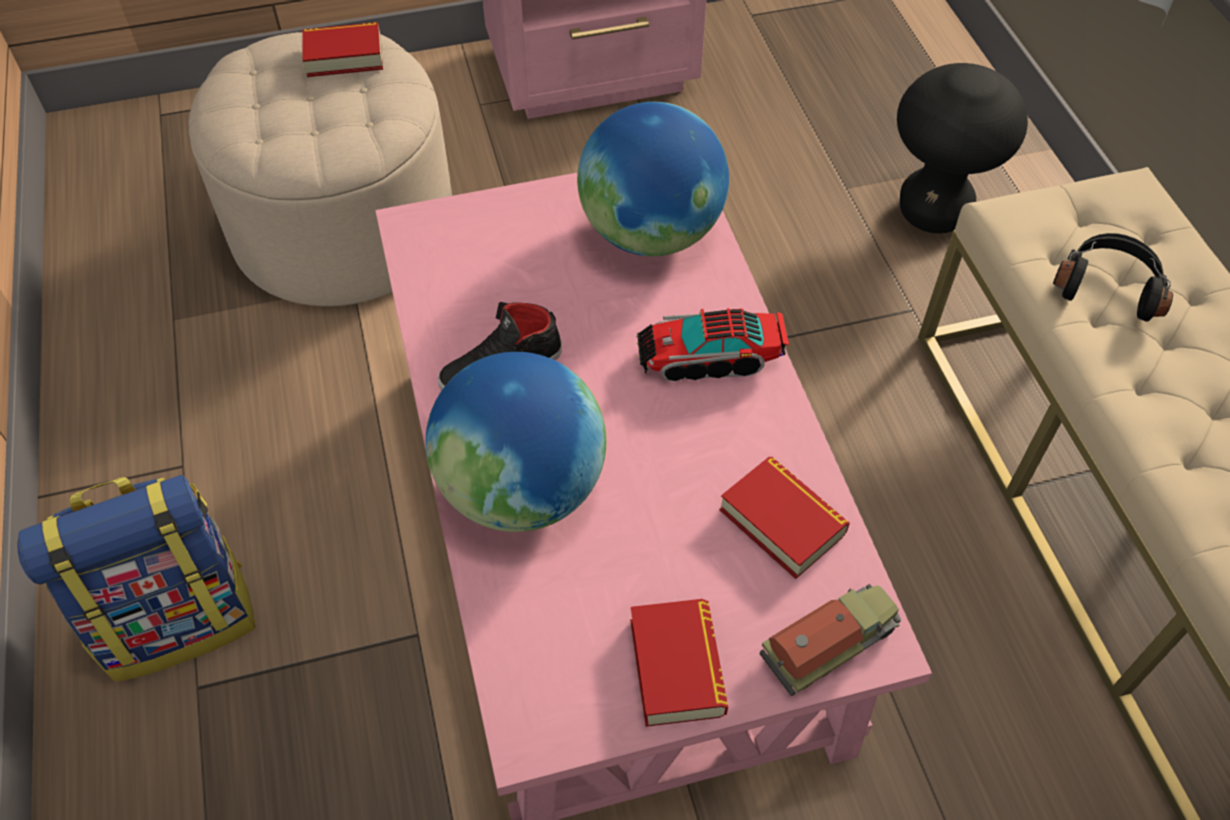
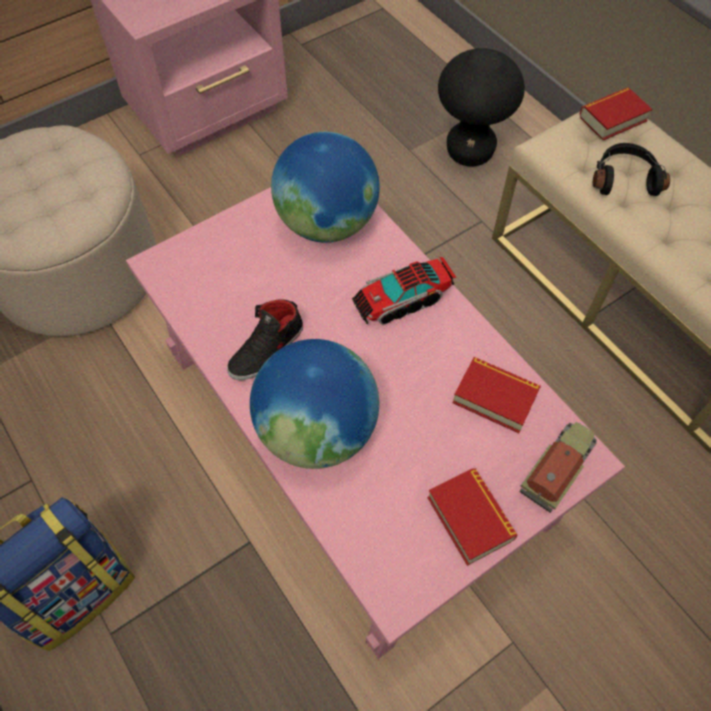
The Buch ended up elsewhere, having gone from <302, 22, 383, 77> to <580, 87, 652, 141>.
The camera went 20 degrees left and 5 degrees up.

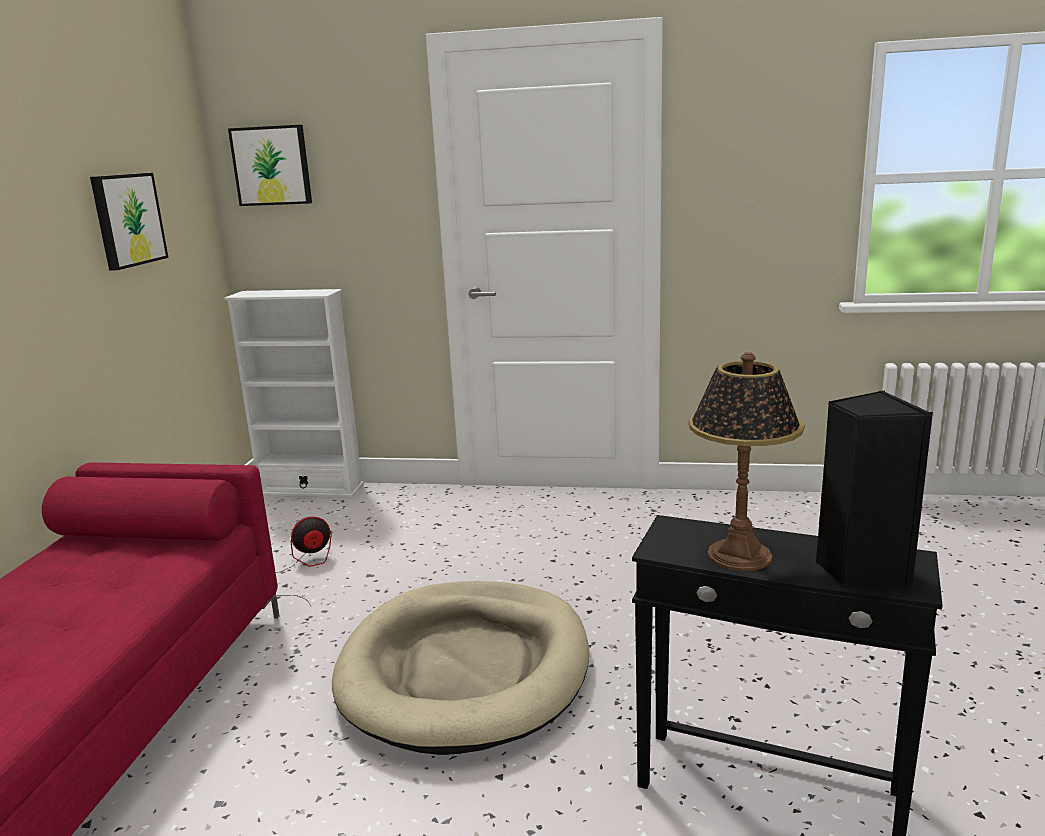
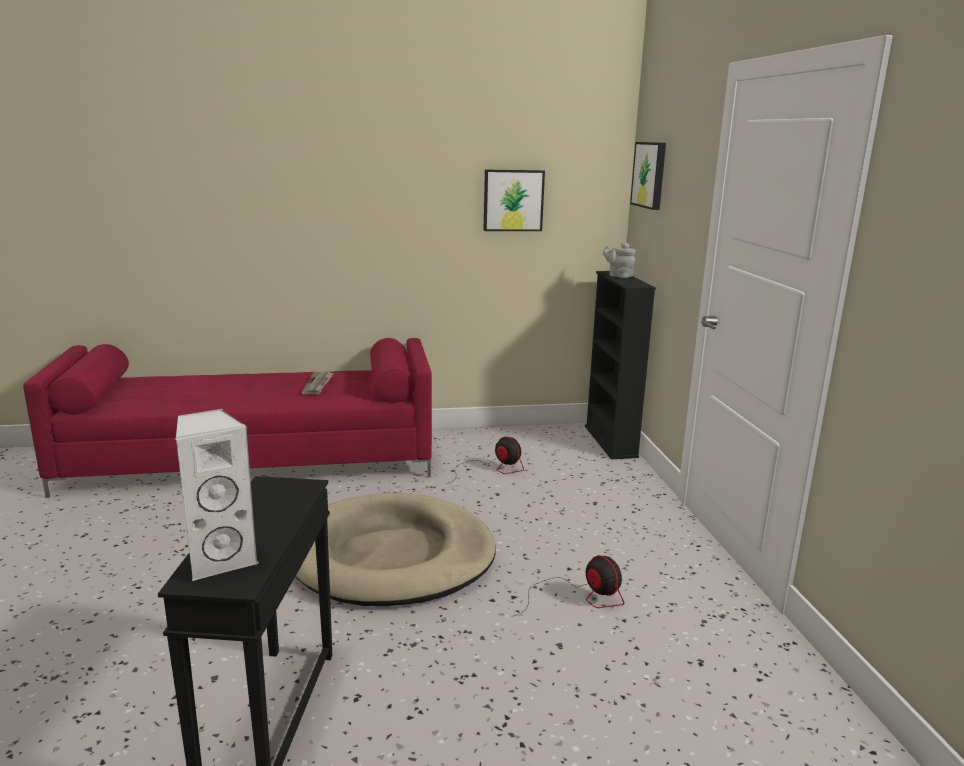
What was the Lautsprecher [schwarz] at <815, 391, 933, 588> turned into the Lautsprecher [weiß] at <176, 409, 258, 581>.
The second view gained the Zeitung at <301, 371, 334, 395>.
The second view gained the Ventilator at <512, 555, 624, 617>.
What was the Bücherregal [weiß] at <224, 289, 364, 498> turned into the Bücherregal [schwarz] at <585, 271, 656, 459>.
The second view gained the Teekanne [grau] at <603, 243, 636, 278>.
The second view lost the Tischlampe at <689, 352, 804, 571>.
The camera went 70 degrees right and 0 degrees up.

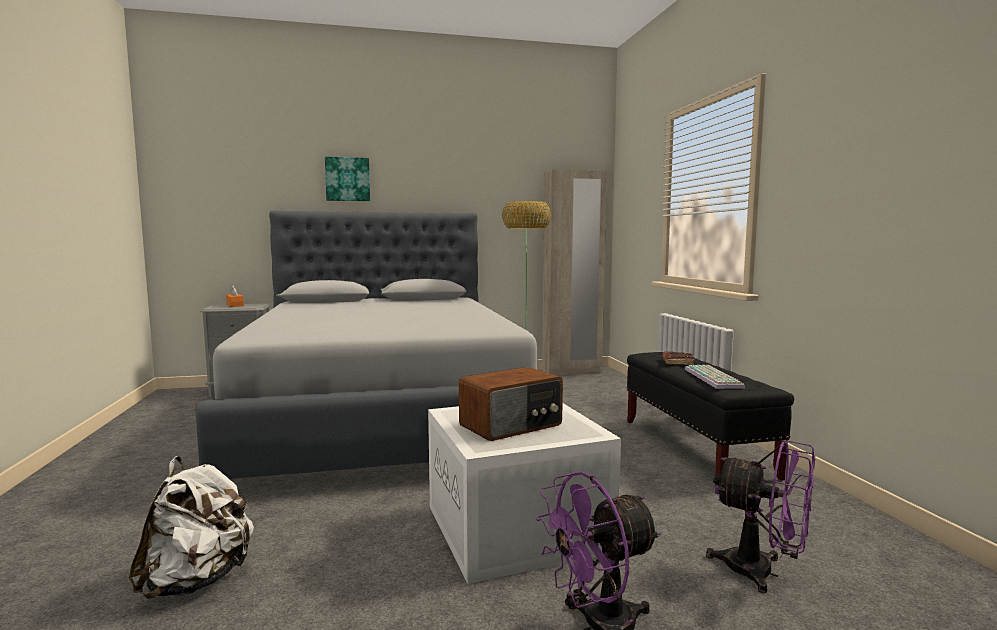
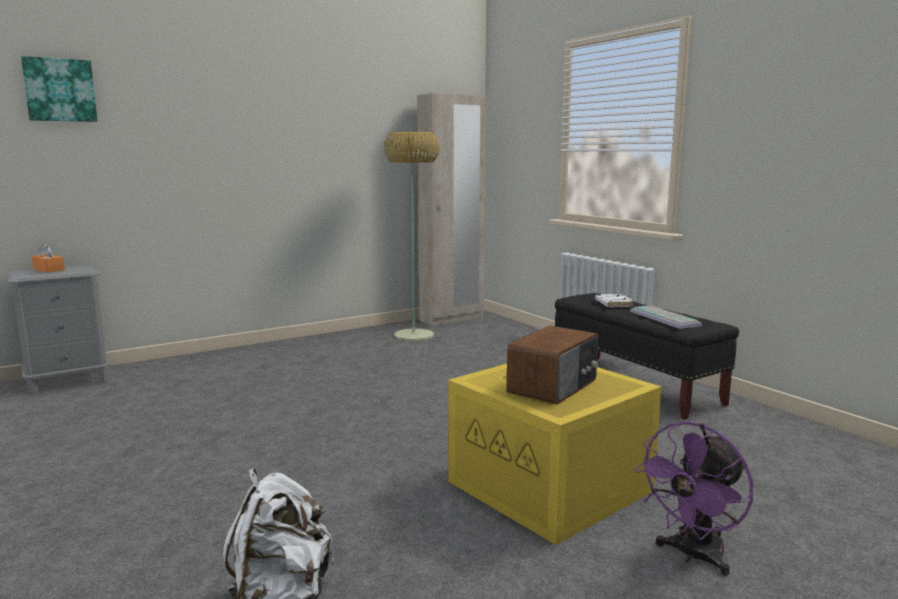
The Bild ended up elsewhere, having gone from <325, 156, 370, 201> to <21, 56, 97, 122>.
What was the Aufbewahrungsbox [weiß] at <428, 403, 621, 584> turned into the Aufbewahrungsbox [gelb] at <448, 364, 661, 545>.
What was the Buch [braun] at <662, 352, 695, 365> turned into the Buch [weiß] at <595, 294, 634, 307>.
The second view lost the Bett [grau] at <195, 211, 537, 479>.
The second view lost the Ventilator [lila] at <706, 440, 815, 594>.
The camera went 20 degrees left and 5 degrees up.

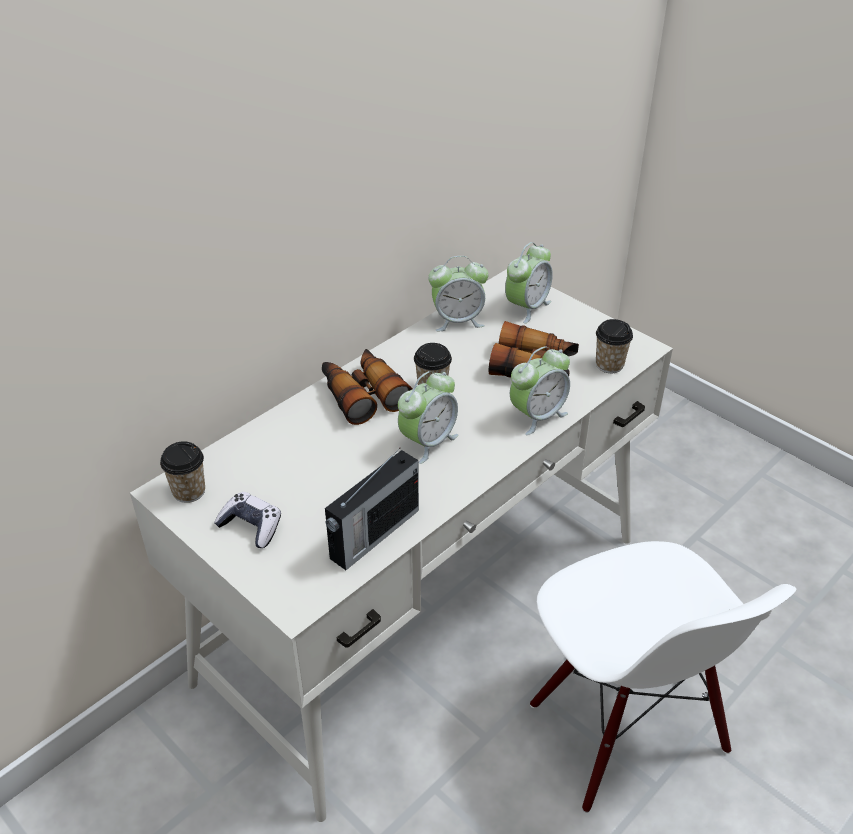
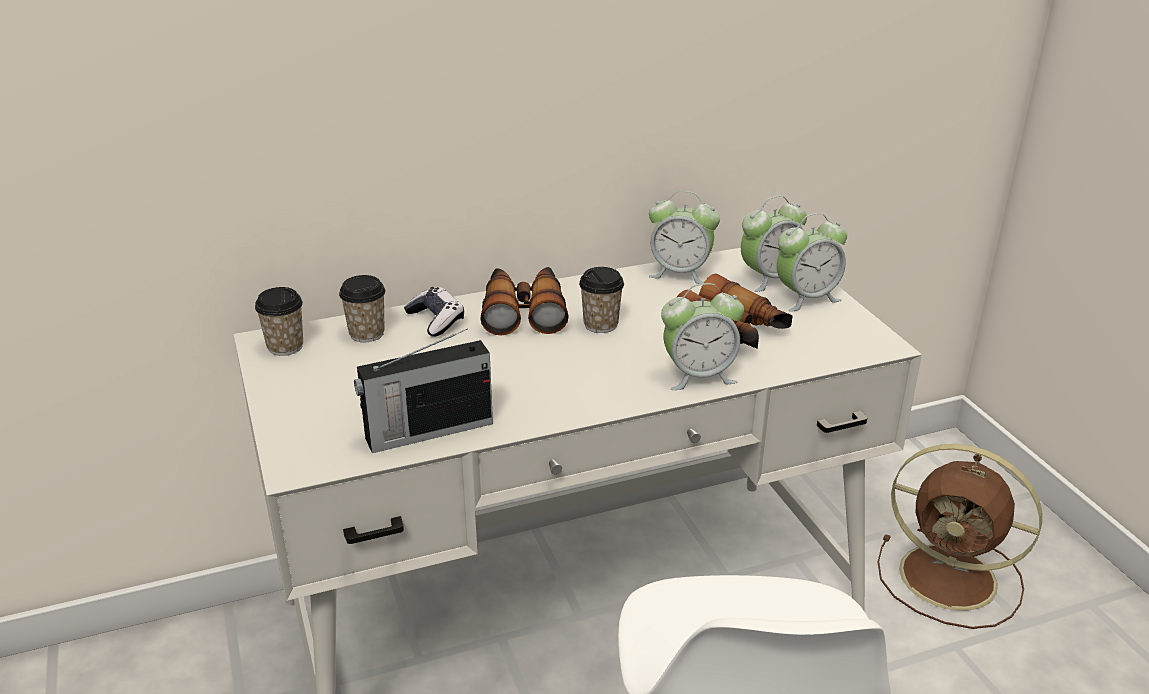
The Tasse ended up elsewhere, having gone from <596, 319, 633, 373> to <339, 275, 385, 342>.
The Gamepad ended up elsewhere, having gone from <214, 492, 281, 548> to <404, 287, 464, 337>.
The Wecker ended up elsewhere, having gone from <398, 371, 459, 464> to <776, 213, 847, 312>.
The second view gained the Ventilator [braun] at <878, 444, 1042, 629>.
The camera went 25 degrees right and 10 degrees down.

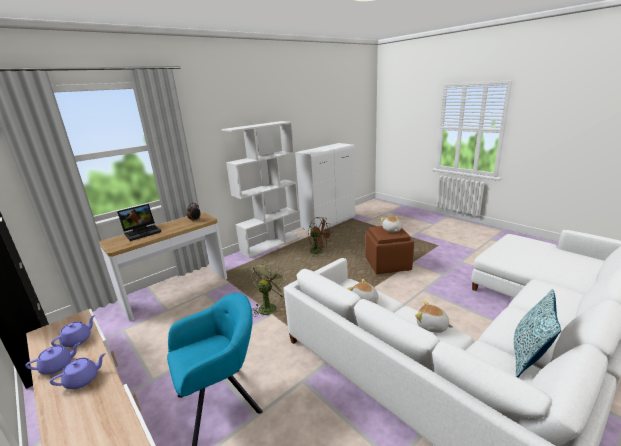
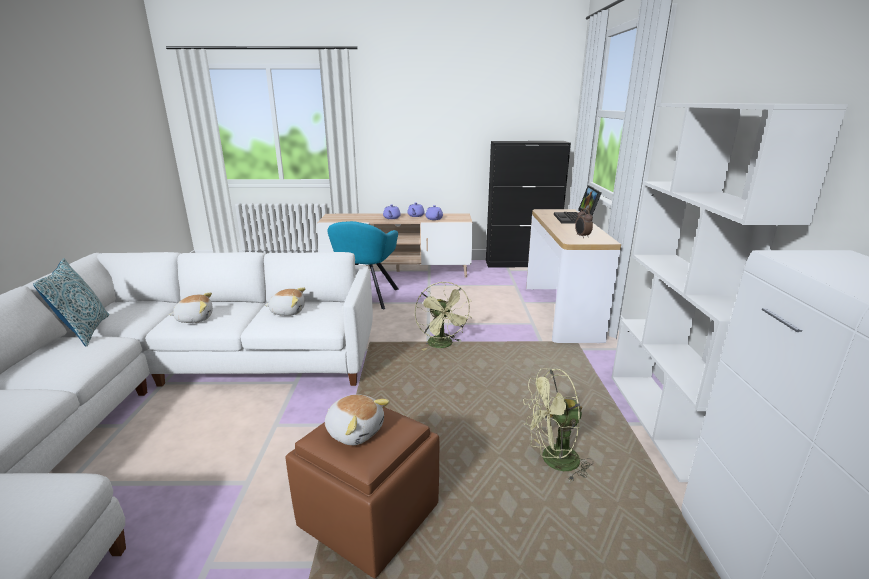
What was the Ventilator [braun] at <308, 217, 332, 257> turned into the Ventilator [grün] at <523, 368, 593, 480>.
The camera went 130 degrees right and 0 degrees up.

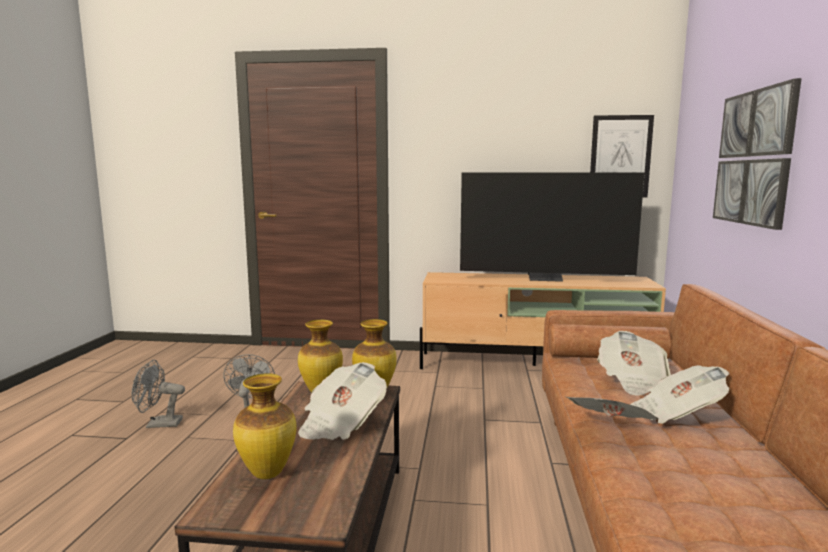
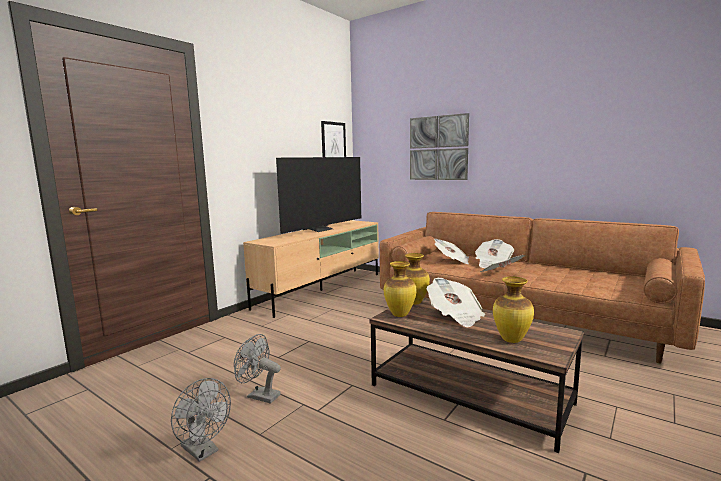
The Ventilator [grau] at <132, 360, 185, 428> ended up facing another way, 75 degrees counterclockwise from before.
The camera went 60 degrees left and 0 degrees up.

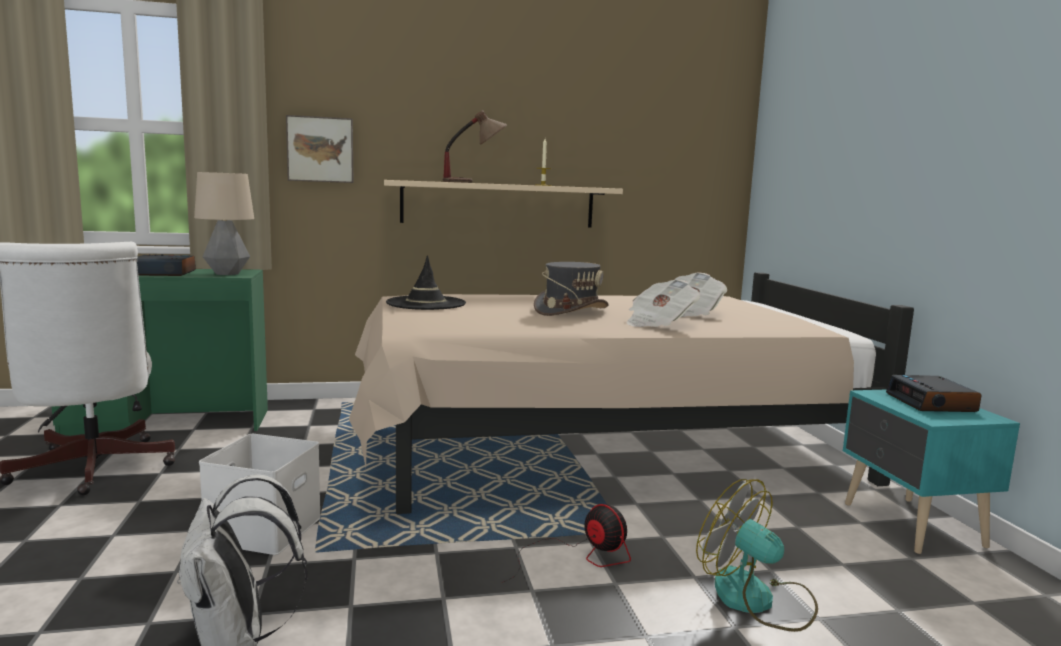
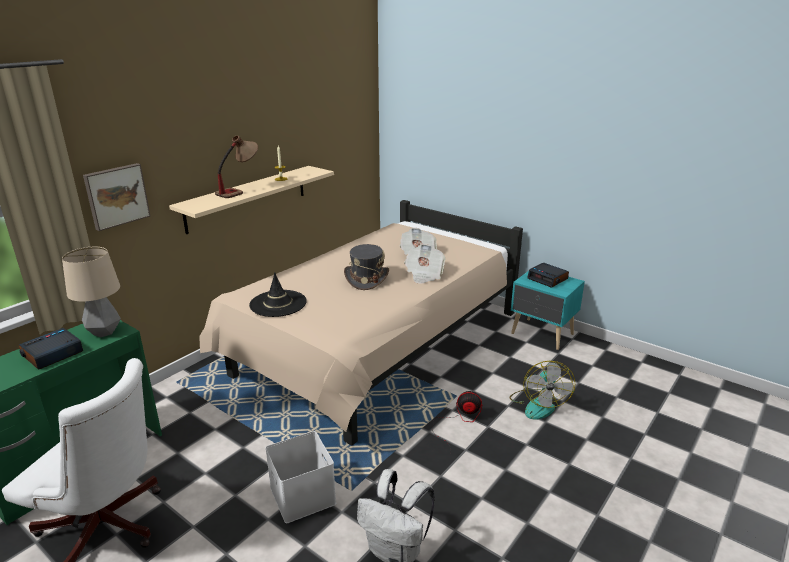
The Ventilator at <696, 479, 818, 632> ended up facing another way, 90 degrees counterclockwise from before.
The camera went 40 degrees left and 15 degrees up.

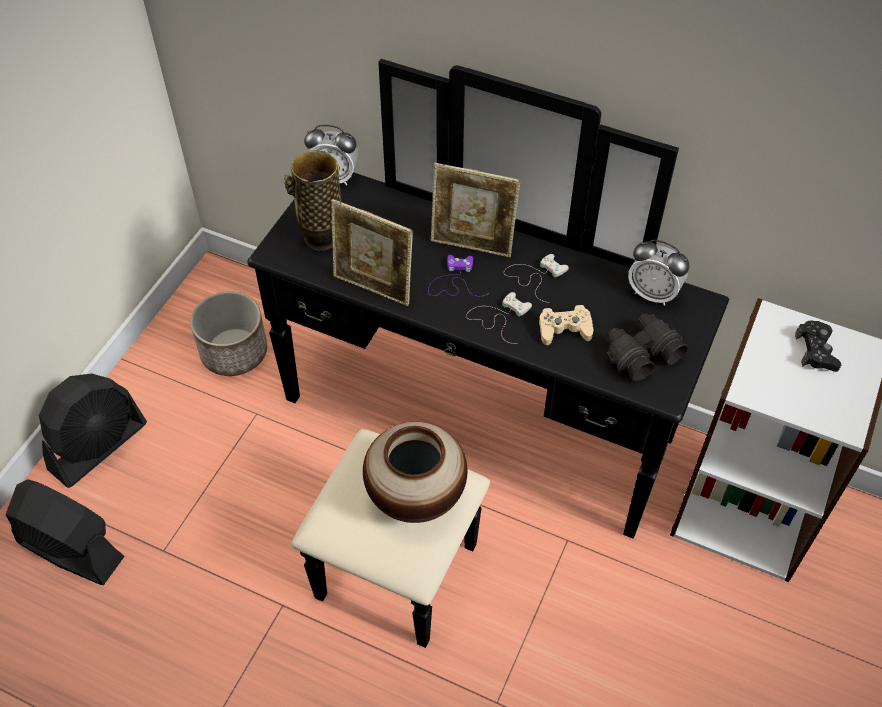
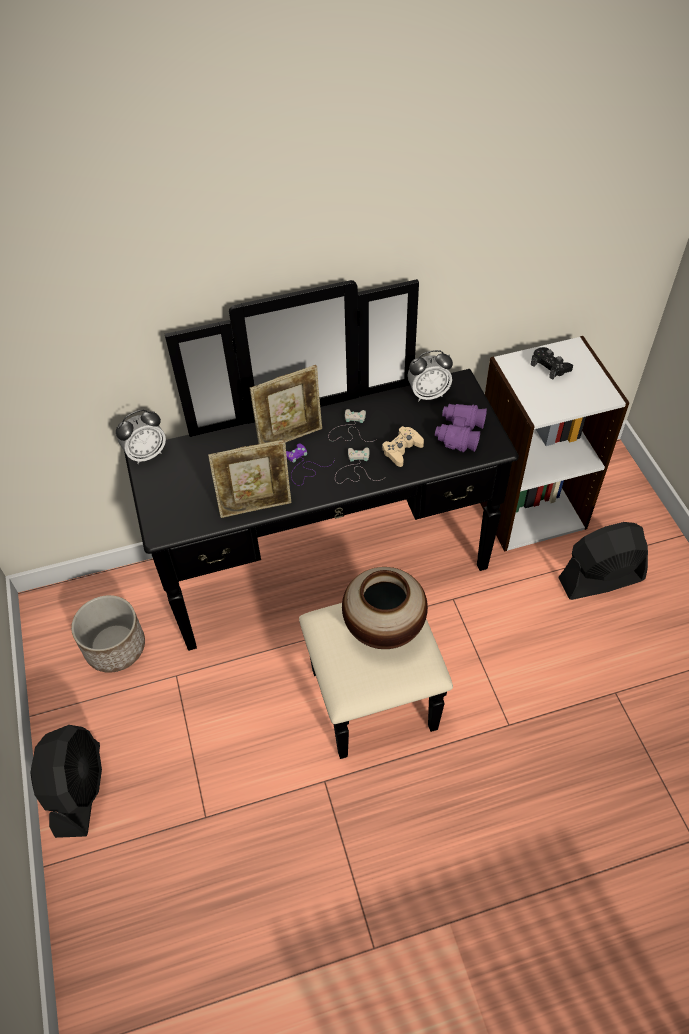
What was the Fernglas [schwarz] at <606, 314, 688, 381> turned into the Fernglas [lila] at <435, 404, 487, 452>.
The Ventilator [schwarz] ended up elsewhere, having gone from <6, 479, 125, 585> to <558, 522, 648, 600>.
The second view lost the Vase at <284, 151, 341, 251>.
The camera went 40 degrees left and 0 degrees up.

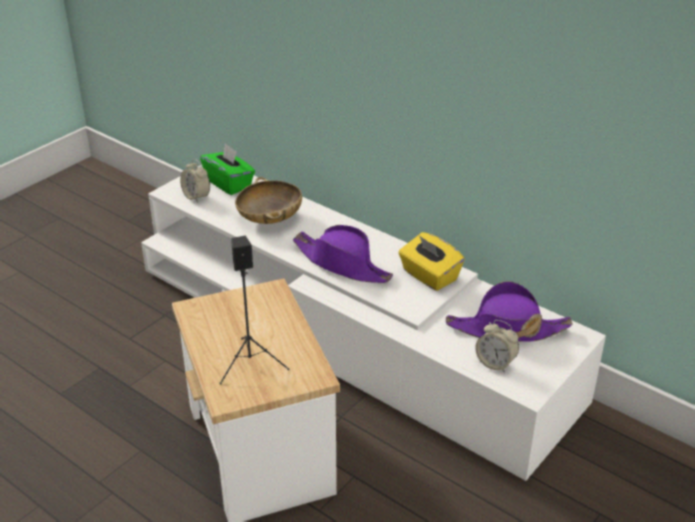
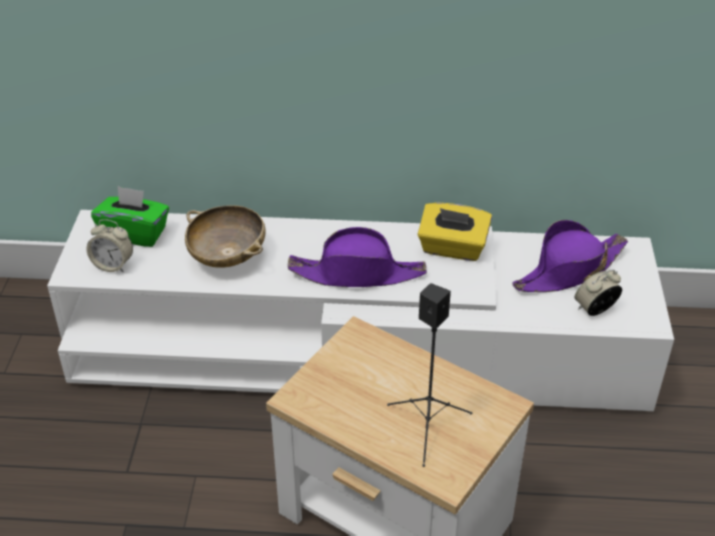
The Wecker at <475, 320, 519, 373> ended up facing another way, 150 degrees clockwise from before.
The camera went 35 degrees left and 5 degrees up.

